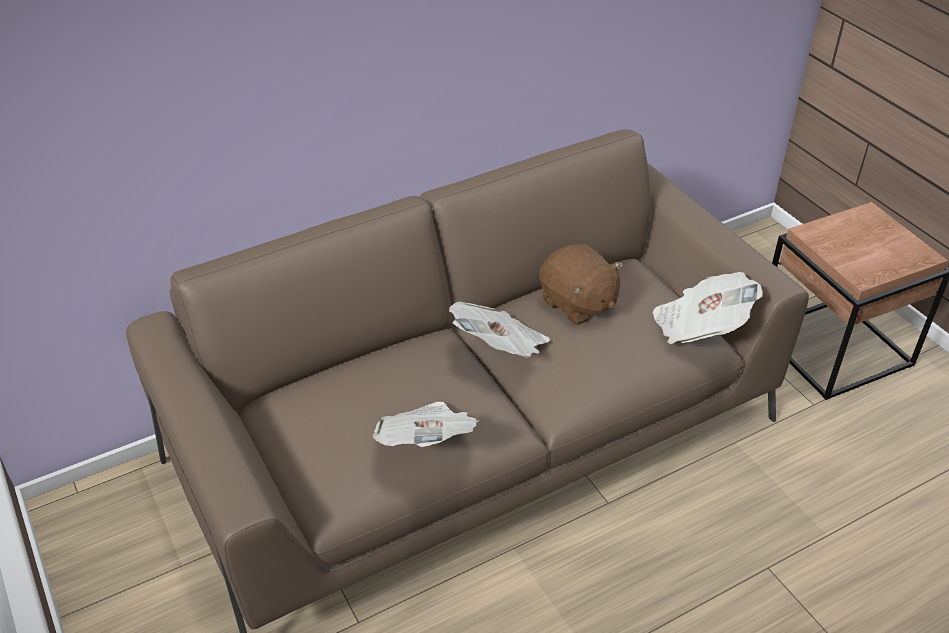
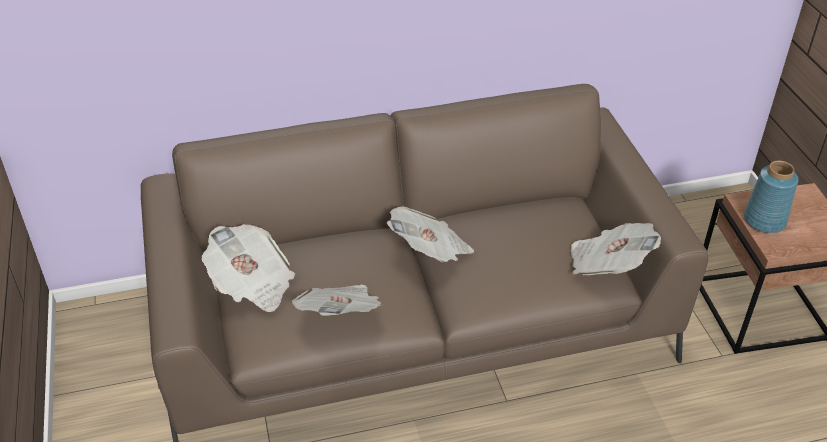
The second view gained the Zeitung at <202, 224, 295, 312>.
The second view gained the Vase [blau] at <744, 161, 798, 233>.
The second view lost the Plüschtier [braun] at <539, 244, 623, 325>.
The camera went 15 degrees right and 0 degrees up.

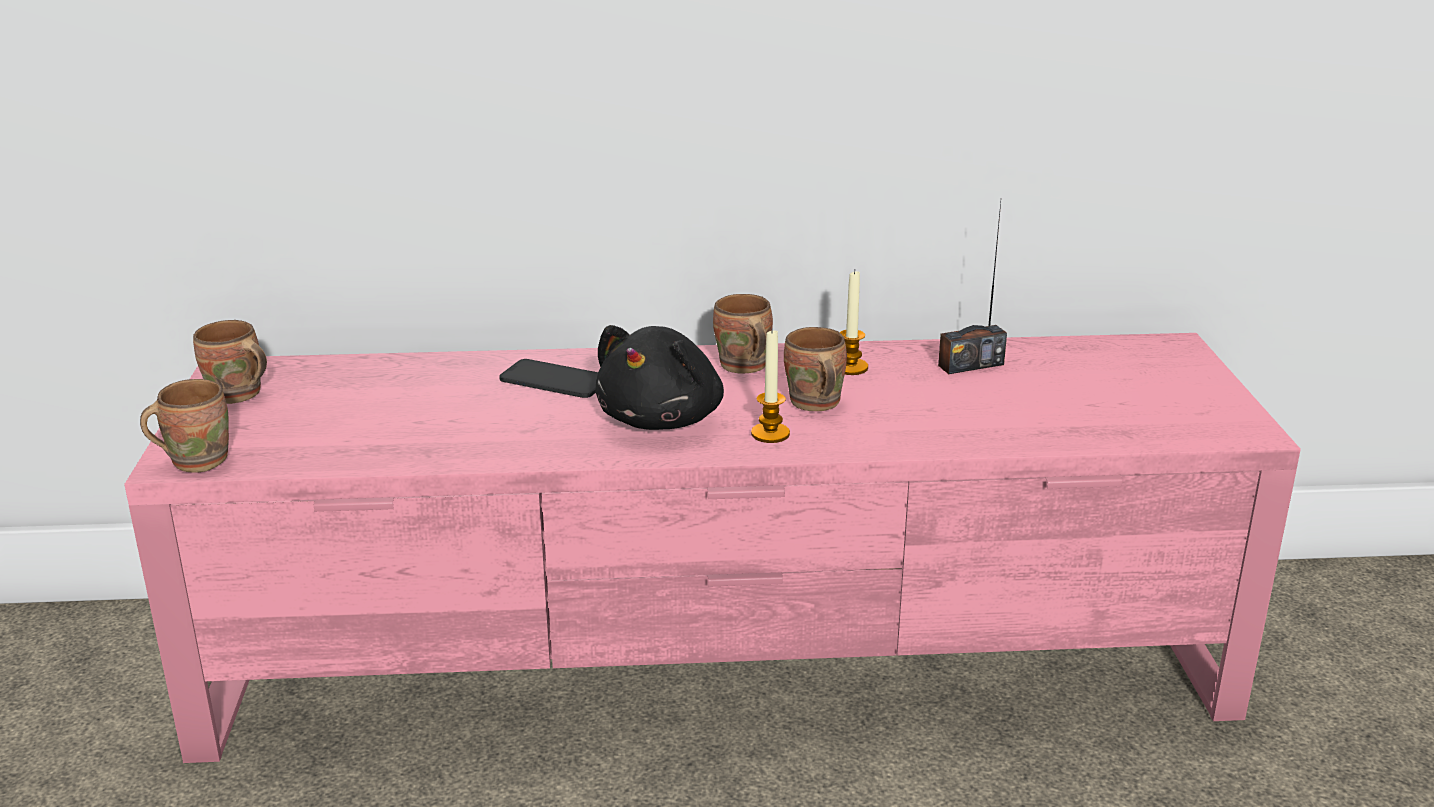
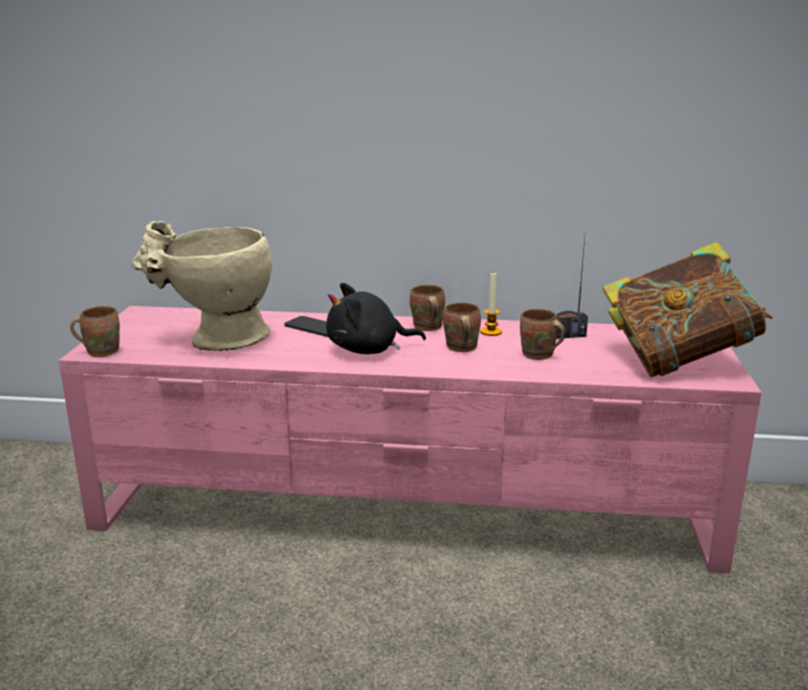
The second view gained the Vase [beige] at <132, 221, 272, 351>.
The Plüschtier [schwarz] at <595, 325, 724, 430> ended up facing another way, 45 degrees clockwise from before.
The Henkelbecher [braun] ended up elsewhere, having gone from <193, 320, 267, 404> to <520, 309, 566, 360>.
The second view gained the Buch at <603, 242, 773, 377>.
The second view lost the Kerze at <751, 328, 790, 443>.
The camera went 10 degrees right and 5 degrees down.

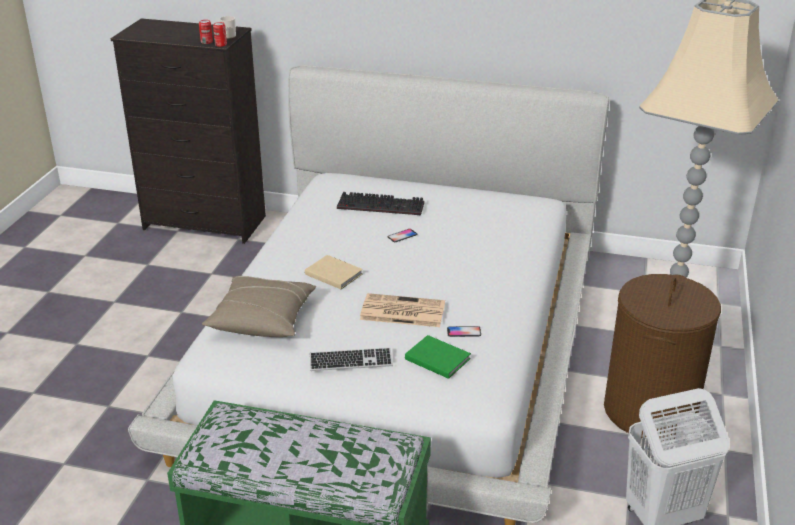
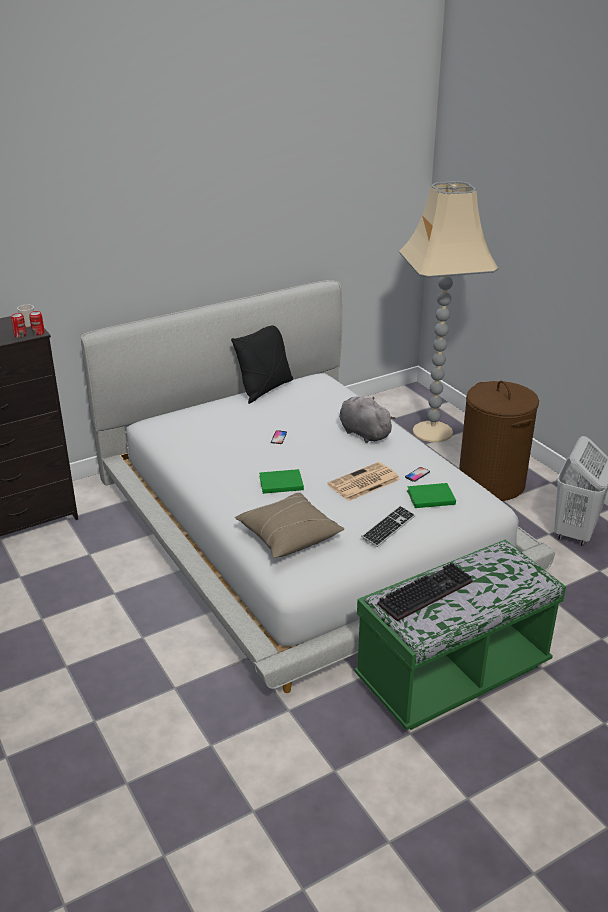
The second view gained the Kissen [schwarz] at <231, 325, 293, 404>.
What was the Buch [beige] at <305, 255, 363, 289> turned into the Buch [grün] at <259, 469, 304, 494>.
The second view gained the Plüschtier [grau] at <339, 396, 396, 443>.
The Tastatur ended up elsewhere, having gone from <337, 192, 424, 215> to <377, 563, 473, 622>.
The camera went 45 degrees left and 0 degrees up.

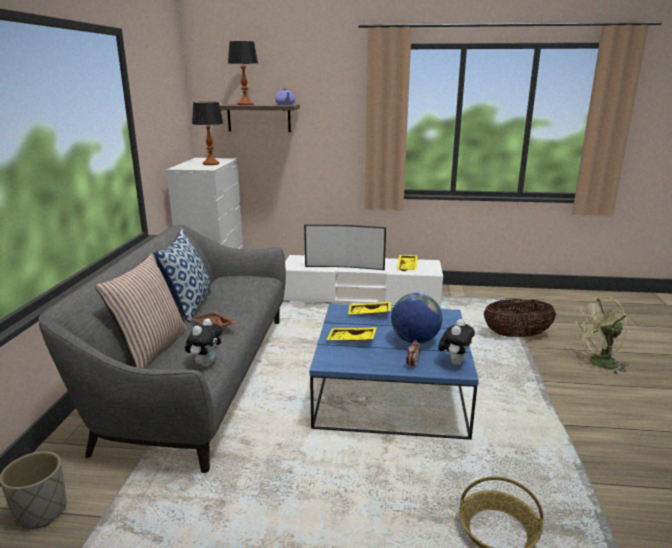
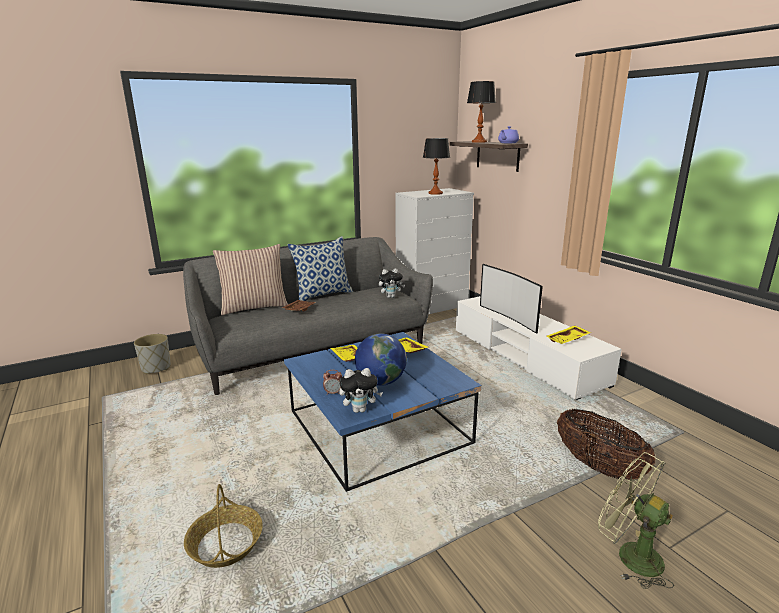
The Plüschtier ended up elsewhere, having gone from <185, 318, 223, 367> to <379, 268, 405, 298>.
The camera went 55 degrees right and 0 degrees up.

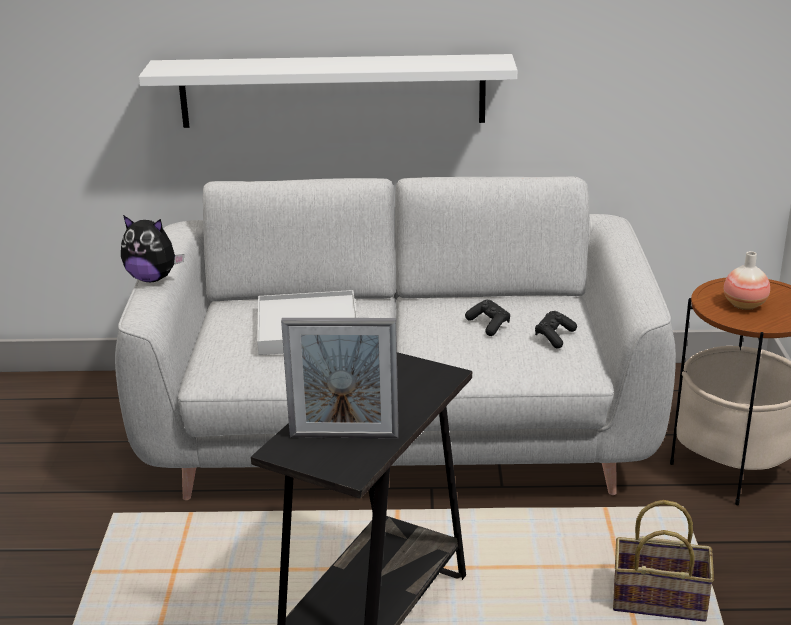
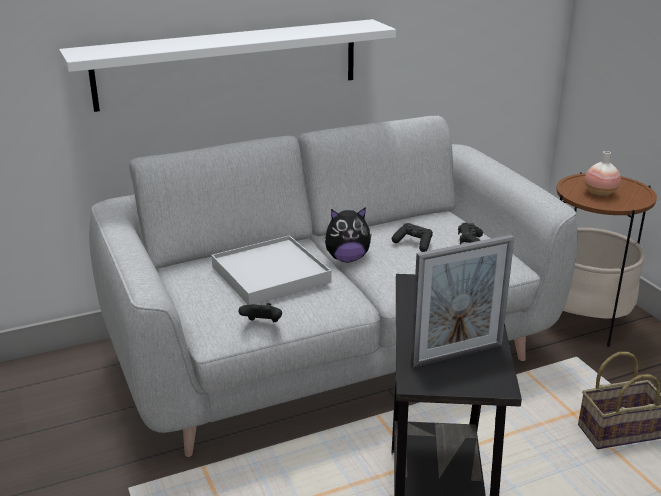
The second view gained the Gamepad [schwarz] at <238, 303, 282, 322>.
The Plüschtier ended up elsewhere, having gone from <121, 215, 184, 282> to <325, 207, 372, 262>.
The camera went 25 degrees left and 0 degrees up.

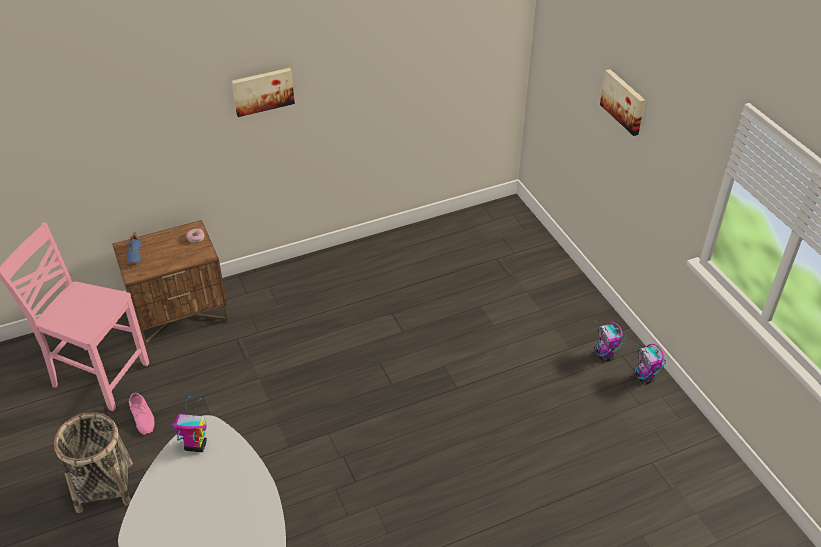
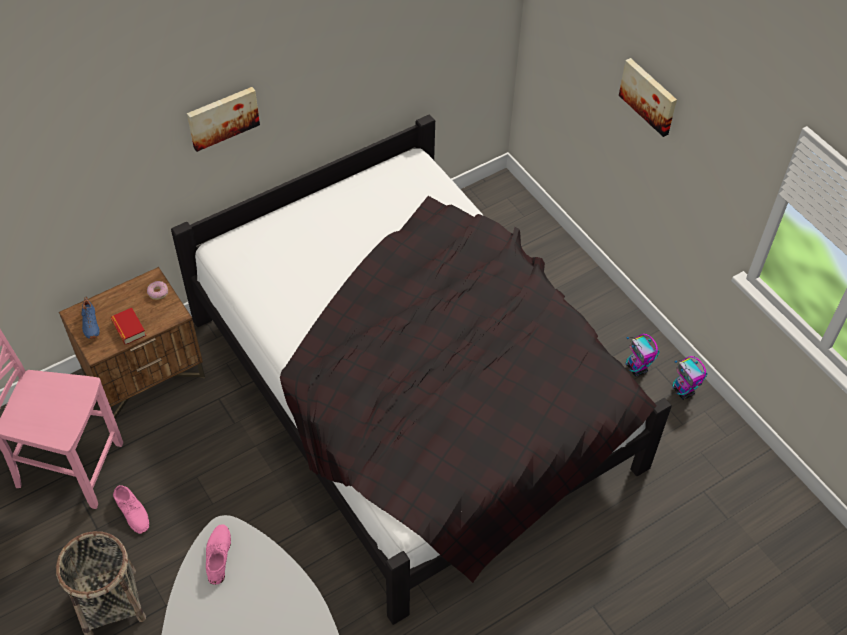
The second view gained the Buch at <111, 308, 146, 344>.
The second view gained the Bett [schwarz] at <171, 115, 672, 625>.
Where the Spielzeugroboter stood at <172, 396, 207, 452>, the Schuh [rosa] came to stand at <206, 524, 231, 585>.
The camera went 10 degrees left and 10 degrees up.

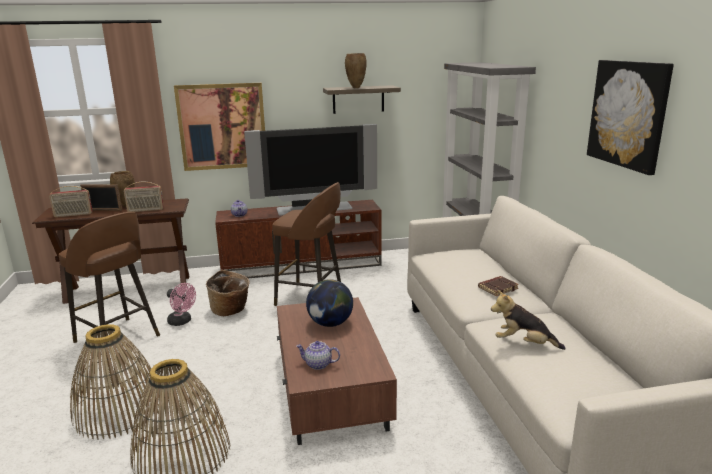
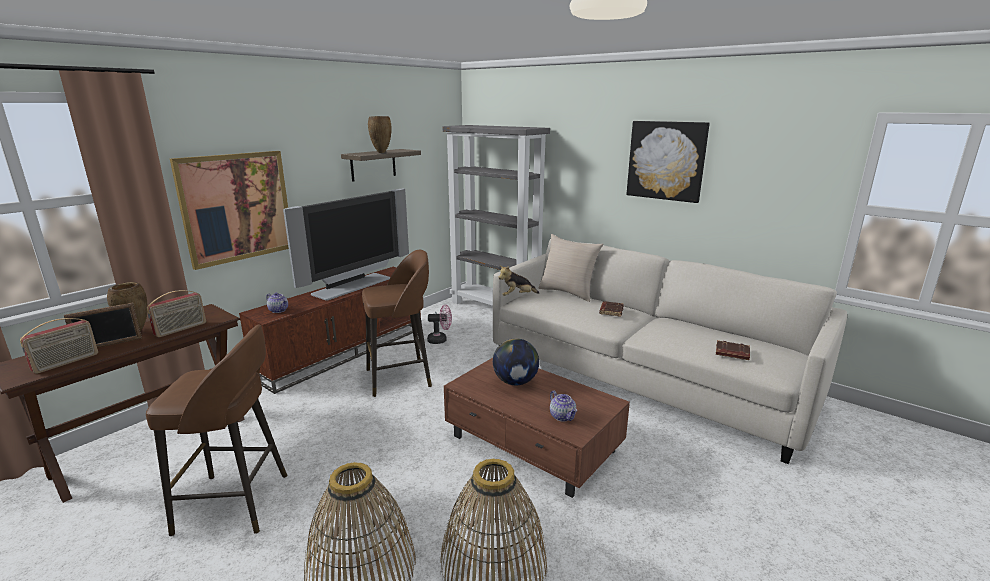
The Ventilator [rosa] ended up elsewhere, having gone from <167, 283, 196, 326> to <427, 305, 452, 344>.
The Plüschtier ended up elsewhere, having gone from <491, 290, 566, 350> to <498, 265, 539, 296>.
The second view gained the Kissen [beige] at <539, 234, 603, 302>.
The Teekanne at <296, 341, 340, 370> ended up facing another way, 90 degrees counterclockwise from before.
The second view gained the Buch [braun] at <716, 340, 750, 360>.
The second view lost the Korb at <206, 270, 250, 316>.
The camera went 40 degrees left and 0 degrees up.

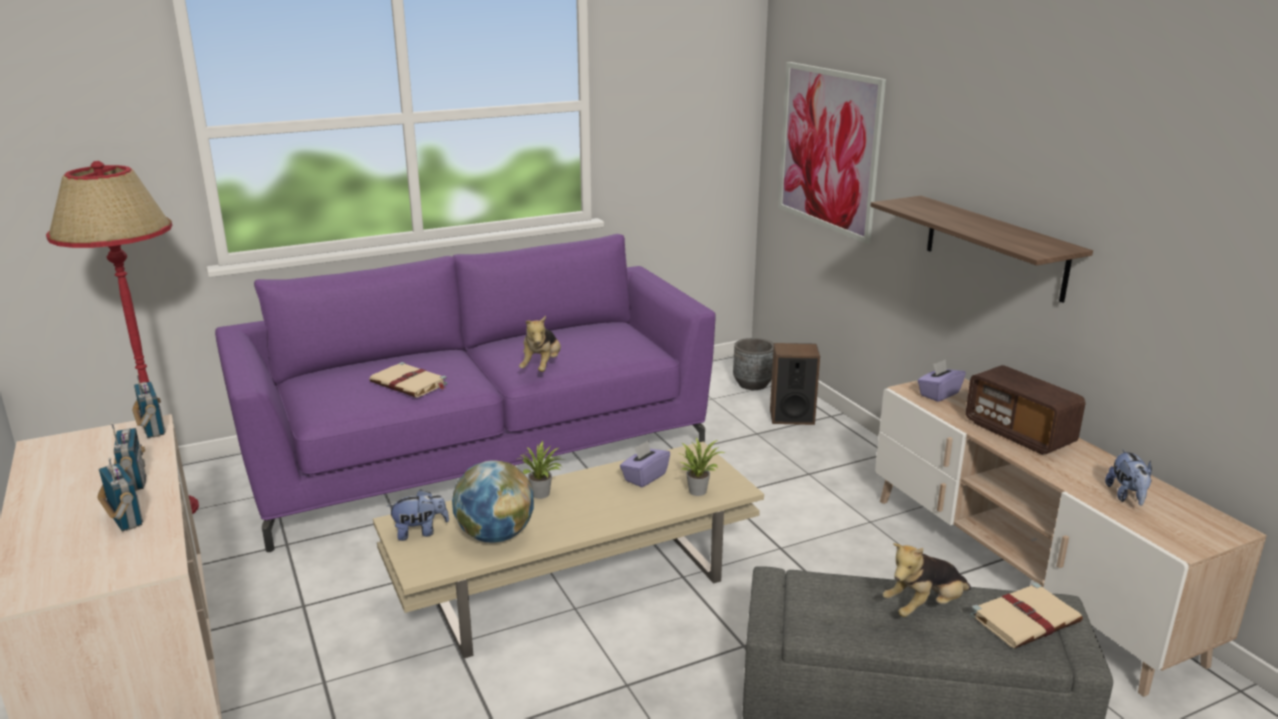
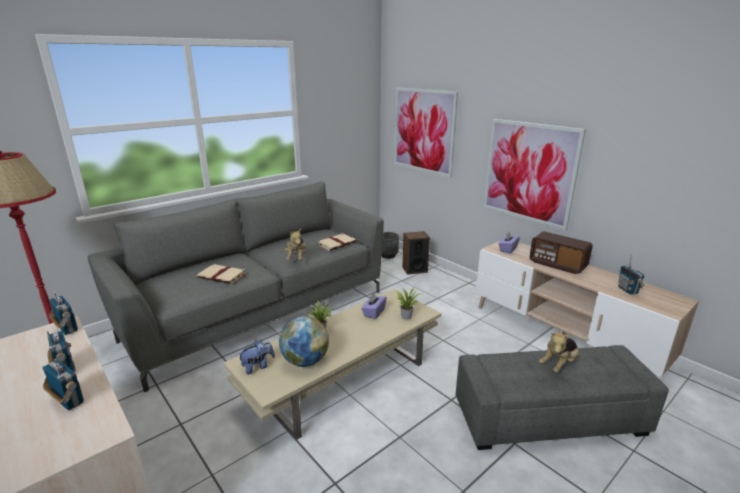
What was the Sofa [lila] at <215, 234, 716, 552> turned into the Sofa [grau] at <88, 182, 384, 392>.
The Buch [beige] ended up elsewhere, having gone from <970, 582, 1083, 649> to <317, 233, 356, 251>.
Where the Wandregal hung at <871, 196, 1093, 303>, the Bild came to hang at <483, 119, 586, 231>.
Where the Plüschtier stood at <1105, 449, 1152, 506>, the Radio came to stand at <618, 258, 645, 295>.
The camera went 15 degrees left and 0 degrees up.

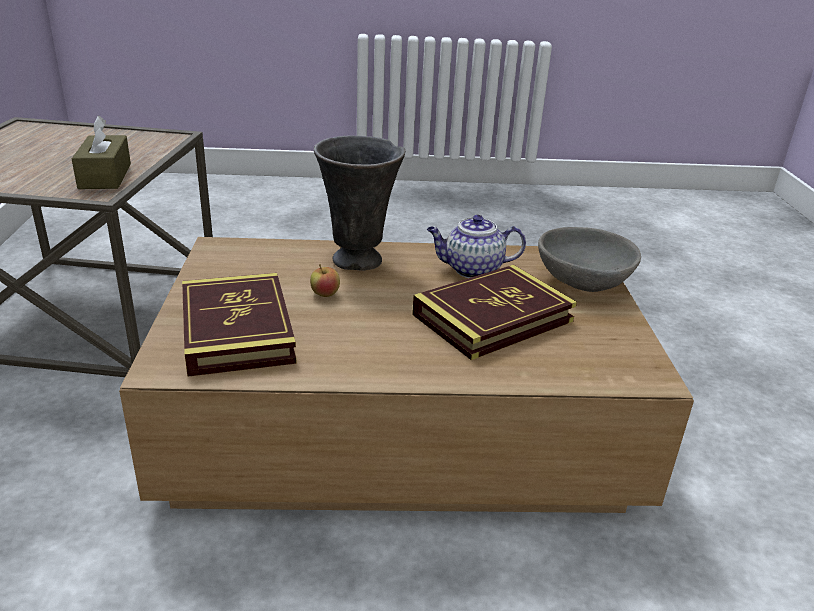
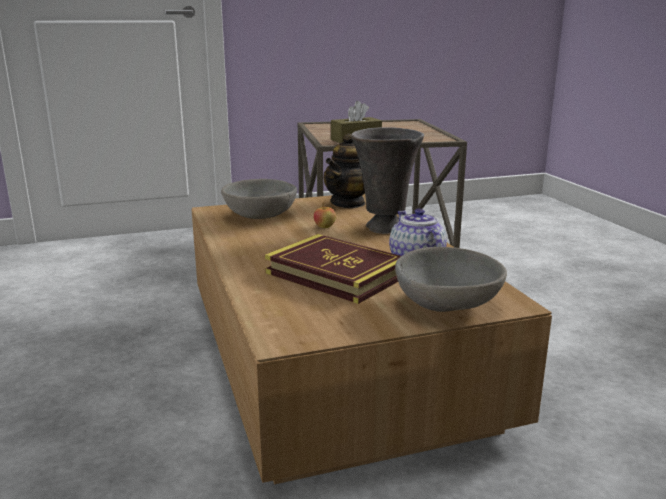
Where the Buch stood at <182, 273, 297, 377>, the Schüssel [grau] came to stand at <221, 179, 297, 219>.
The second view gained the Teekanne at <323, 133, 366, 208>.
The camera went 75 degrees right and 10 degrees down.

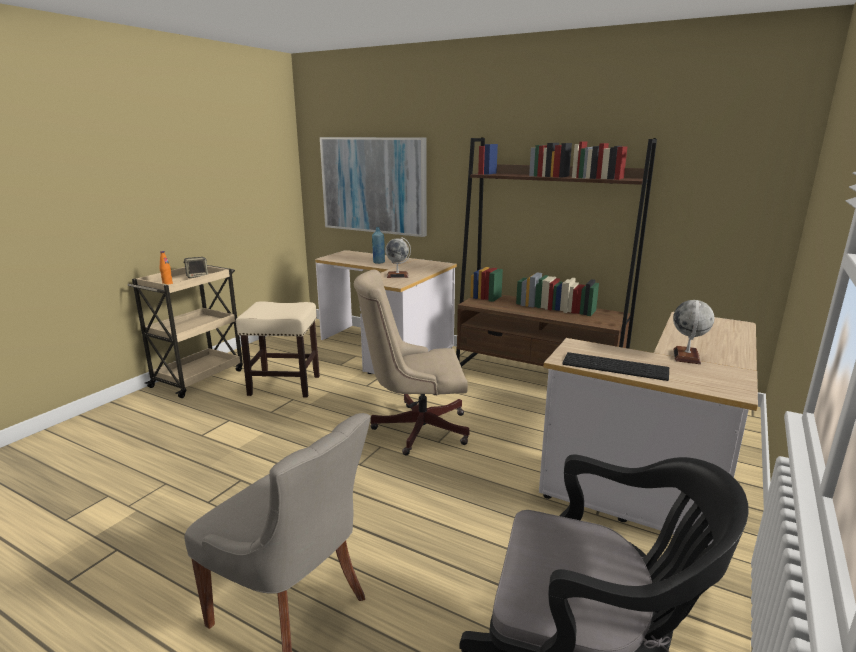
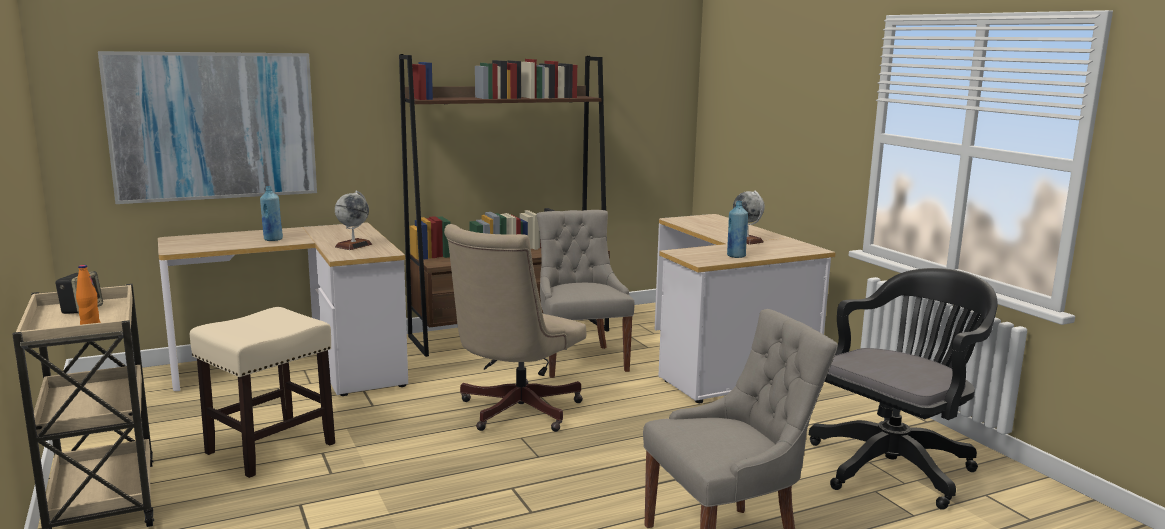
The second view gained the Stuhl [grau] at <537, 210, 634, 378>.
Where the Tastatur stood at <562, 352, 669, 381>, the Flasche [blau] came to stand at <727, 201, 748, 258>.
The camera went 55 degrees left and 5 degrees down.

